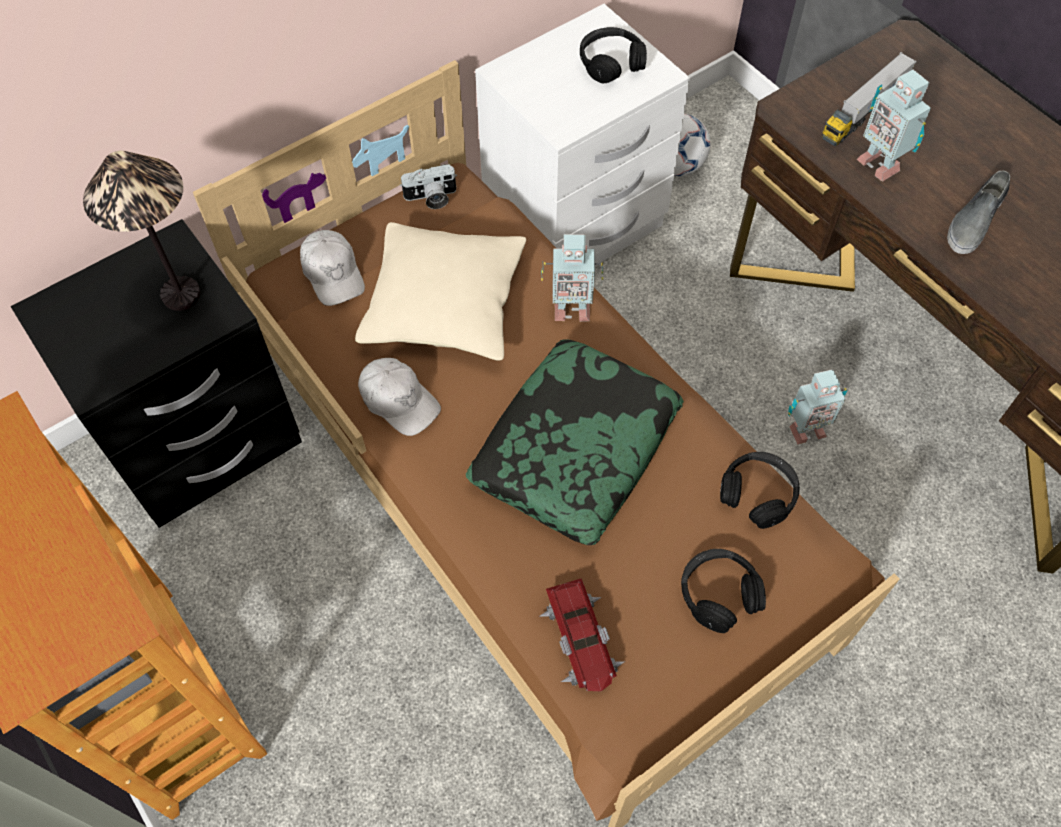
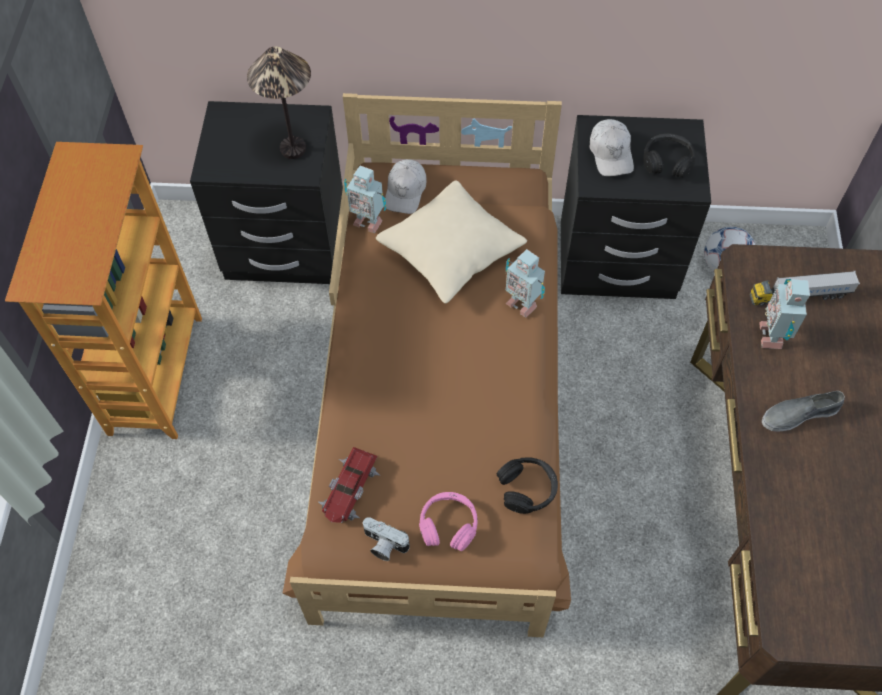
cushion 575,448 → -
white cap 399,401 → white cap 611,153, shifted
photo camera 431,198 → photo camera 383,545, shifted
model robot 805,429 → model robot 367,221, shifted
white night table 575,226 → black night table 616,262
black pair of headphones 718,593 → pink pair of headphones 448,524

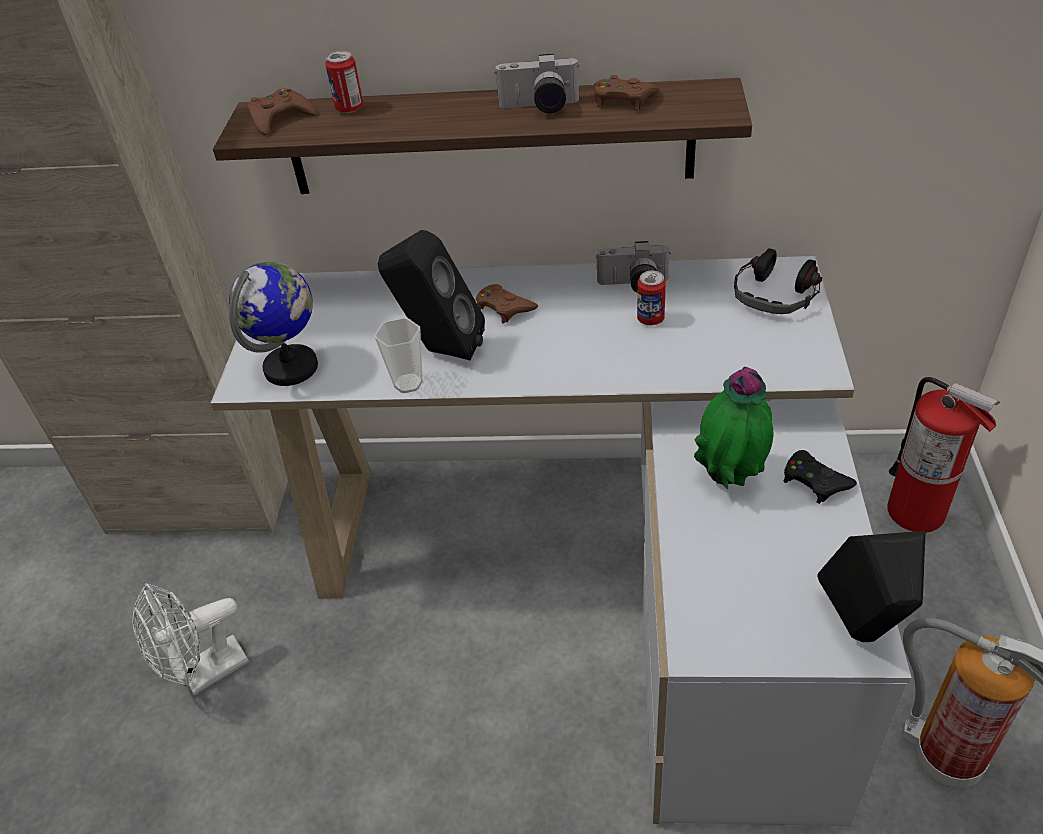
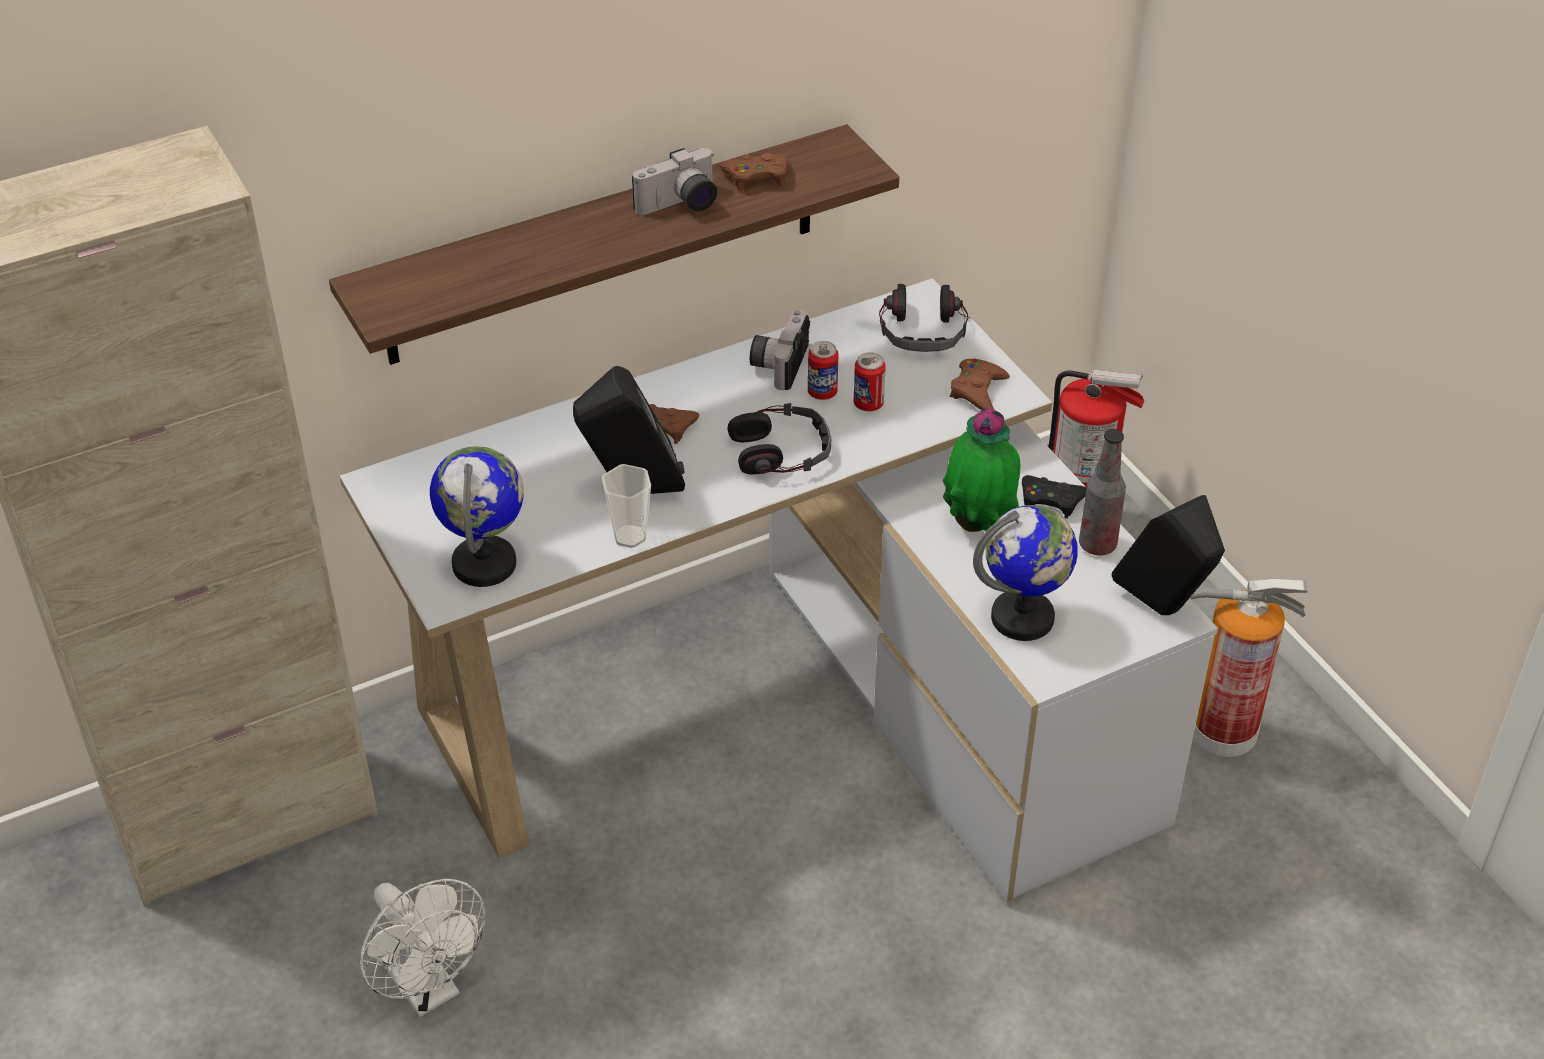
- → pair of headphones 780,451
- → world globe 1023,618
- → bottle 1097,544
brown-coloured joypad 280,118 → brown-coloured joypad 978,390, shifted
metal can 349,108 → metal can 868,404, shifted
white cooling fan 205,674 → white cooling fan 428,989, 60 degrees counterclockwise
photo camera 633,285 → photo camera 778,362, 135 degrees clockwise

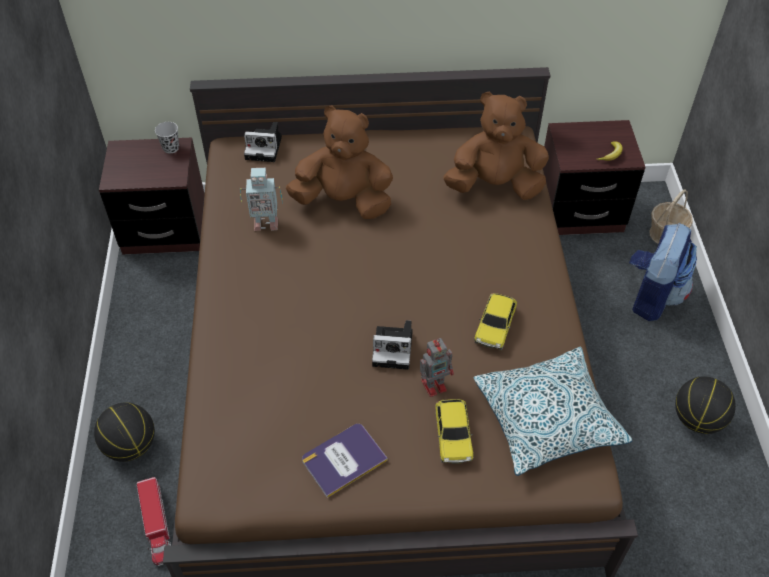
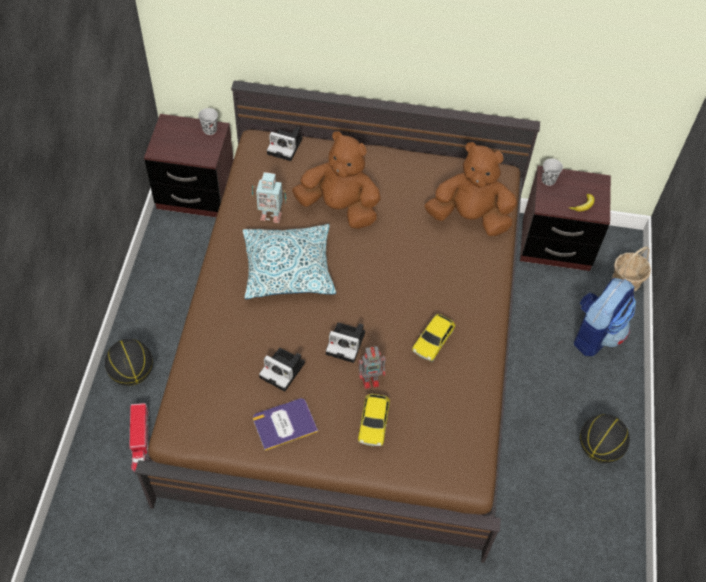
- → photo camera 284,370
- → black cup 548,180
cushion 547,418 → cushion 288,269, shifted

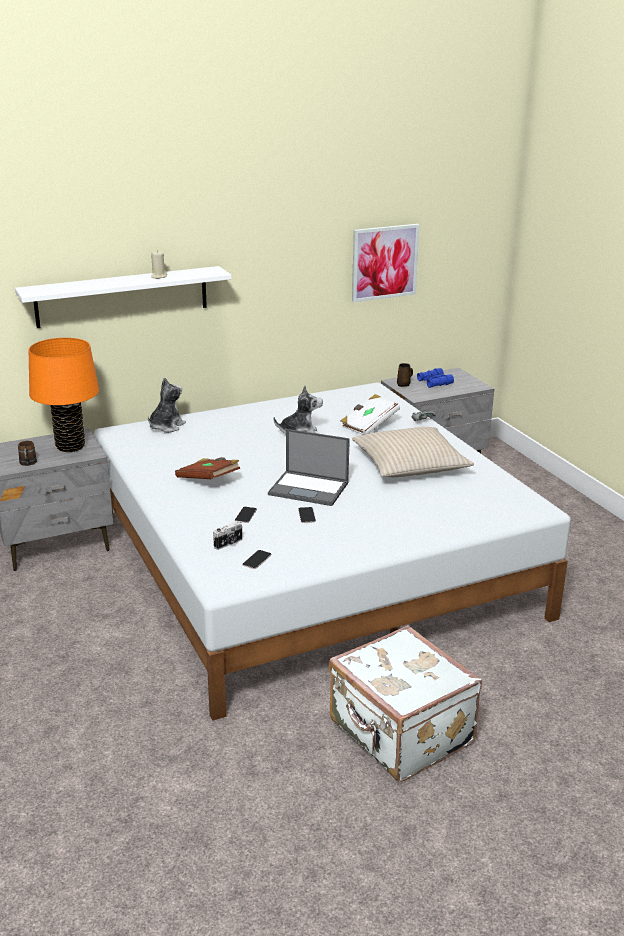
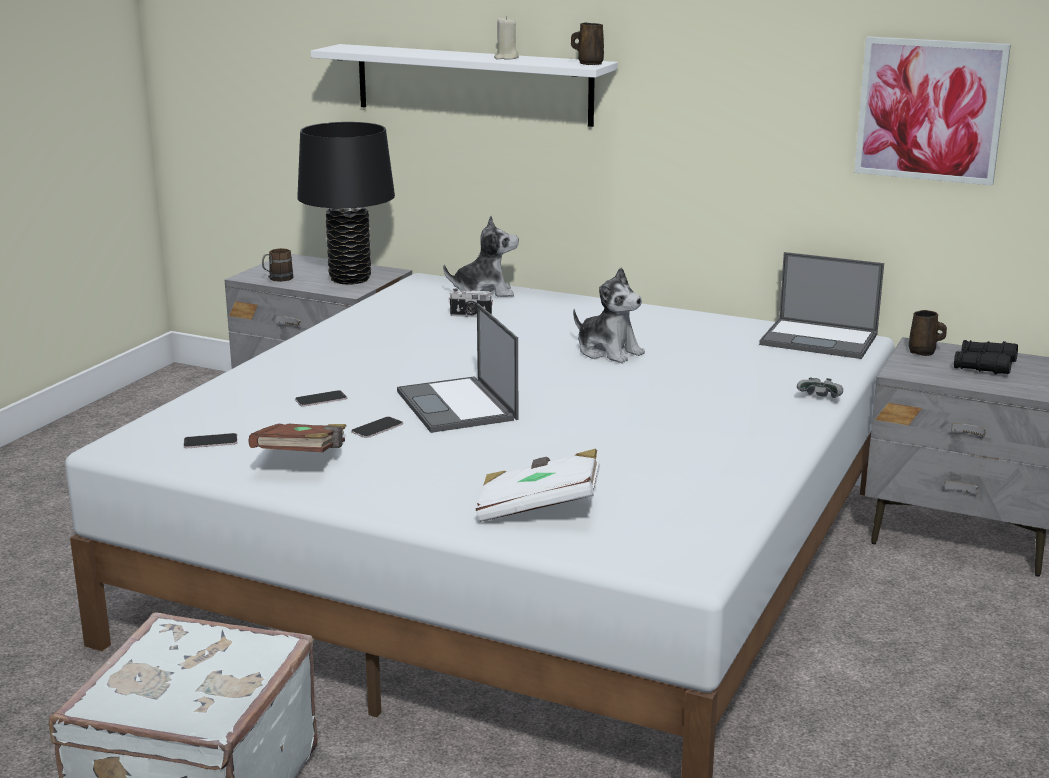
beige-coloured cushion 410,464 → -
- → brown-coloured tea mug 588,63
- → portable computer 820,339
brown-coloured book 208,480 → brown-coloured book 303,459, shifted
photo camera 229,544 → photo camera 470,316, shifted
white book 369,425 → white book 538,509, shifted
orange lamp for a table 70,447 → black lamp for a table 350,279
blue pair of binoculars 434,382 → black pair of binoculars 984,366

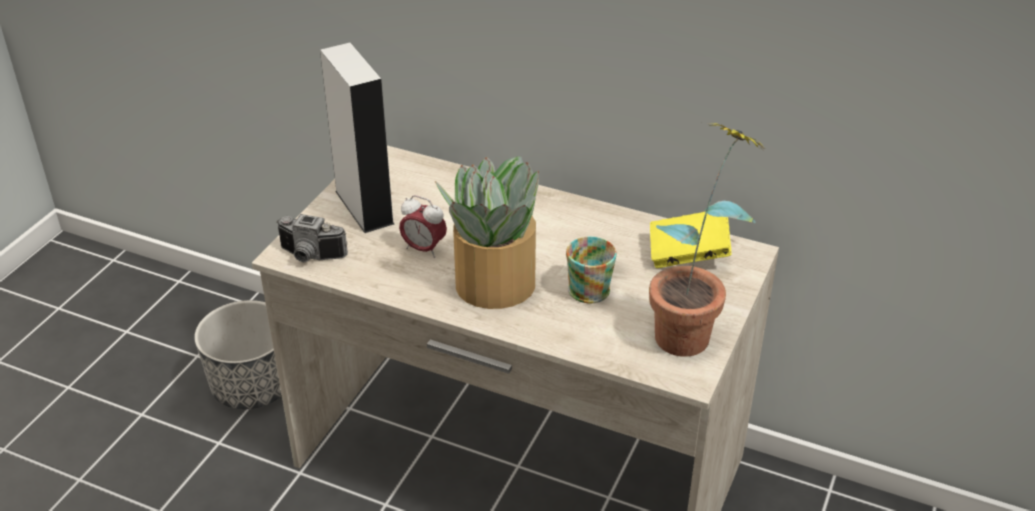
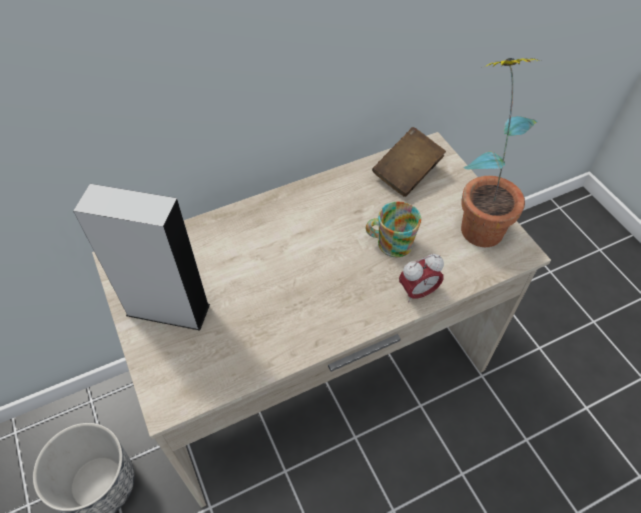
photo camera 309,257 → -
potted plant 493,284 → -
table clock 424,249 → table clock 417,292, shifted
yellowish book 688,255 → brown-coloured book 406,174

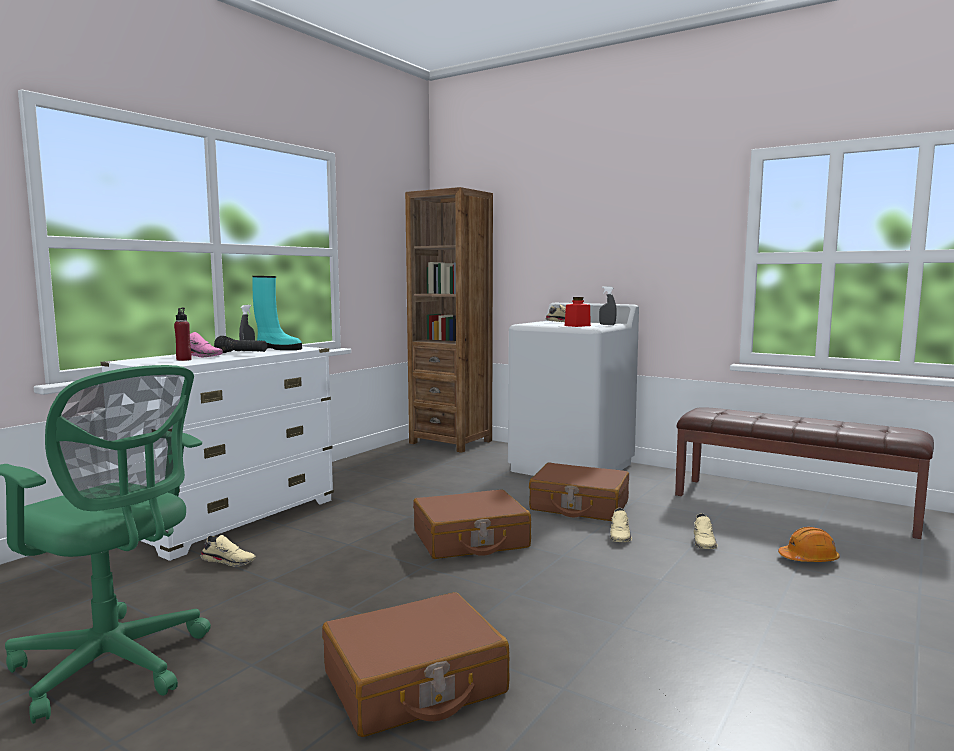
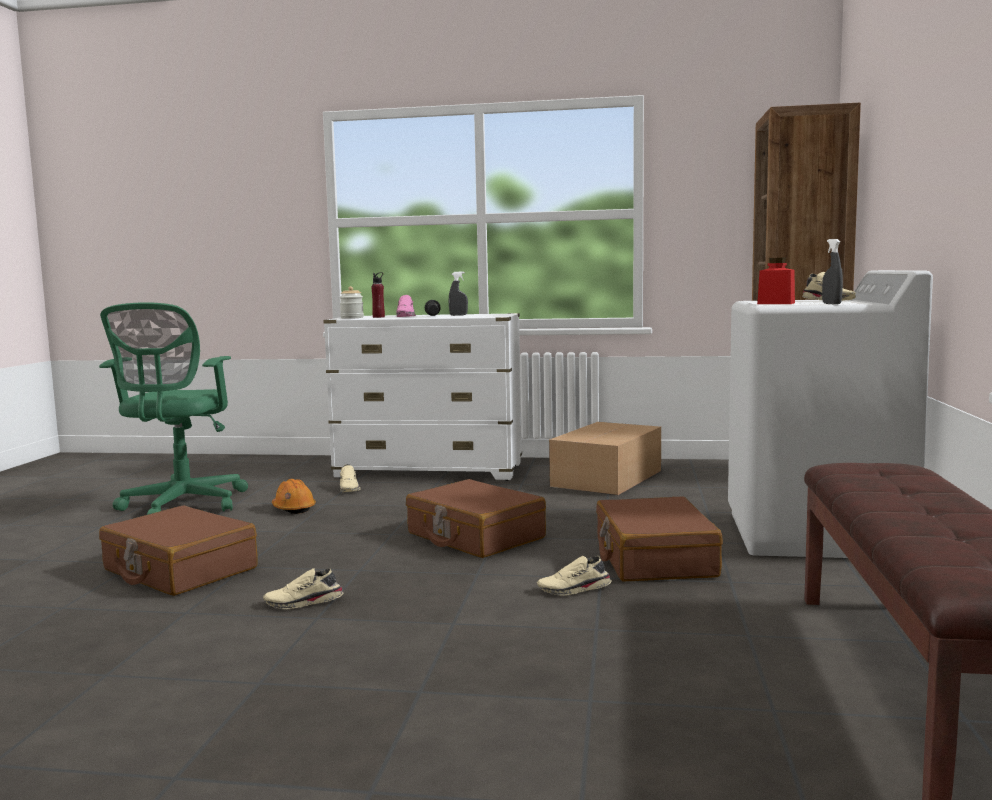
turquoise tall boot 277,349 → -
- → storage jar 352,318
- → cardboard box 608,478
beige-coloured item of footwear 704,542 → beige-coloured item of footwear 303,603, shifted
orange safety helmet 808,559 → orange safety helmet 293,508, shifted

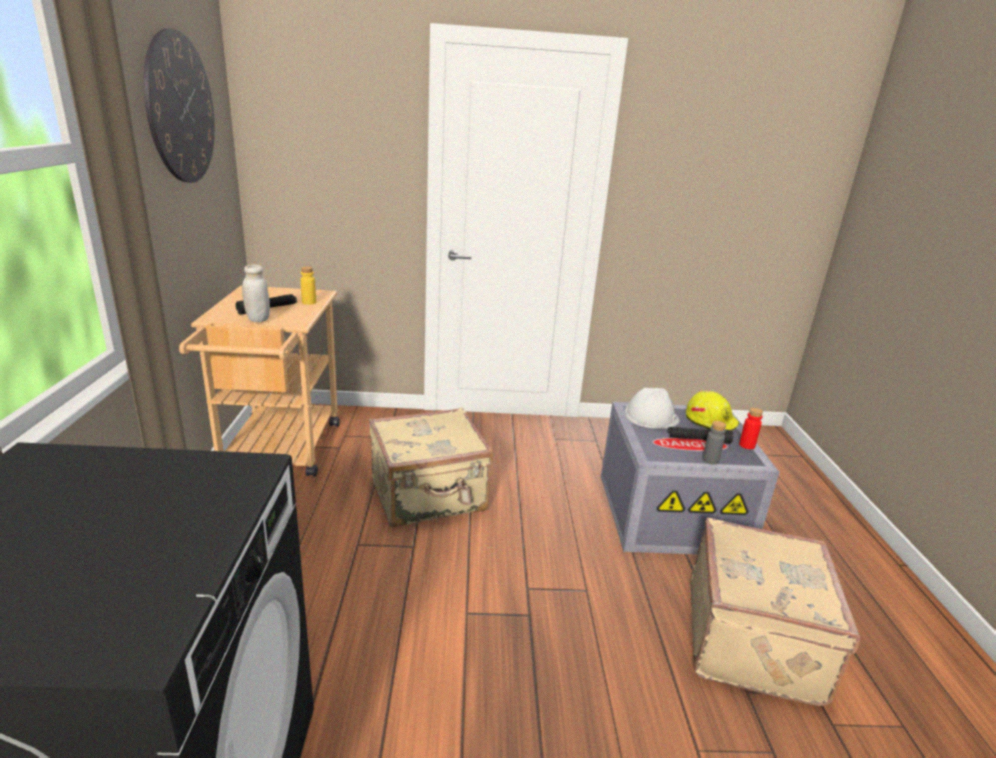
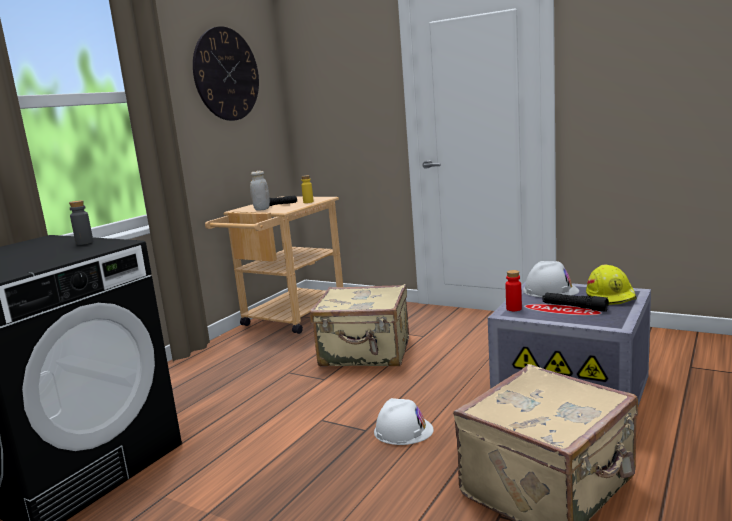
- → white safety helmet 403,430
grey bottle 710,460 → grey bottle 84,243, shifted
red bottle 747,445 → red bottle 513,309, shifted

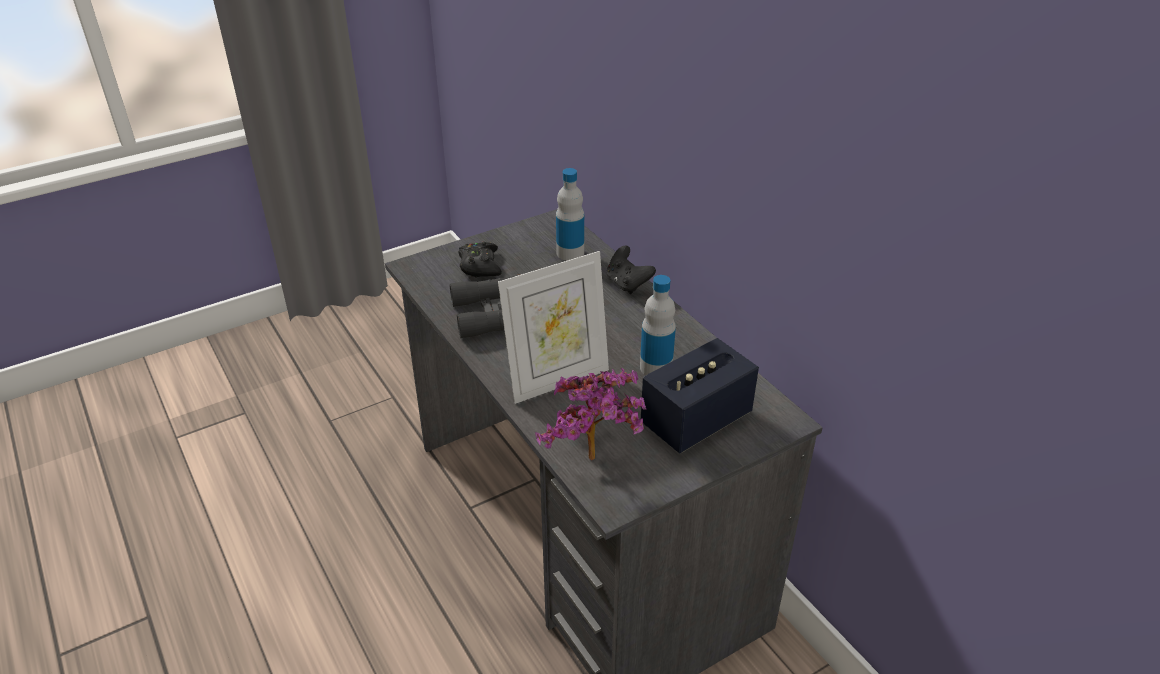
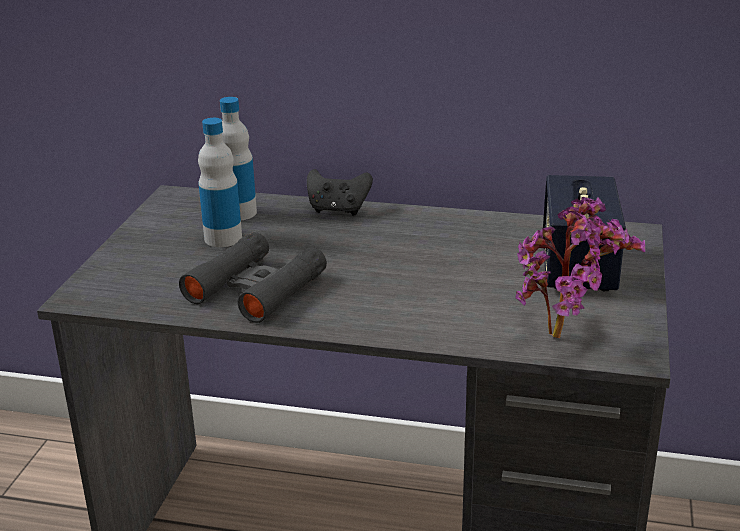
black joypad 480,266 → -
standing frame 557,380 → -
bottle 656,367 → bottle 223,238, shifted

